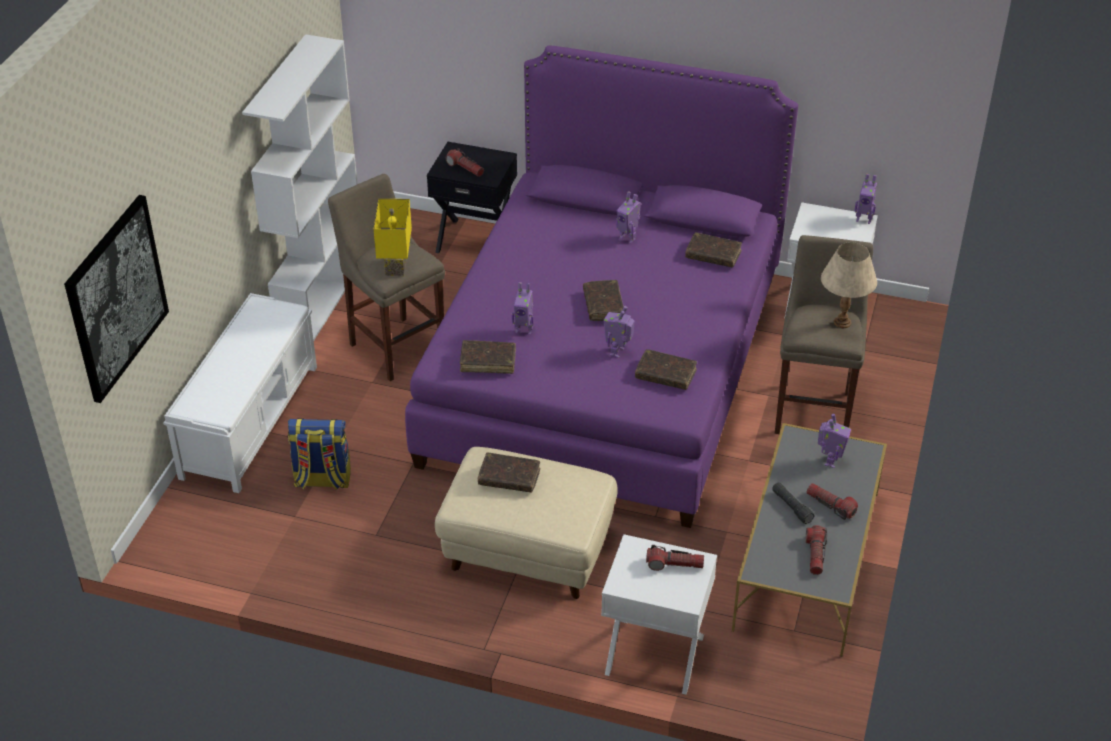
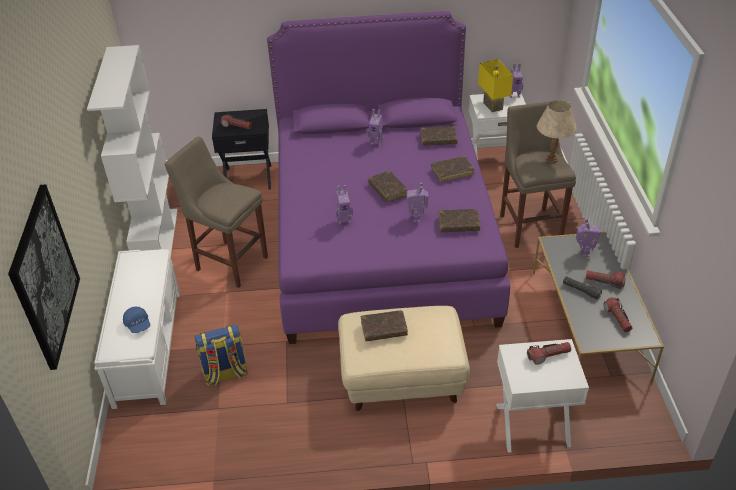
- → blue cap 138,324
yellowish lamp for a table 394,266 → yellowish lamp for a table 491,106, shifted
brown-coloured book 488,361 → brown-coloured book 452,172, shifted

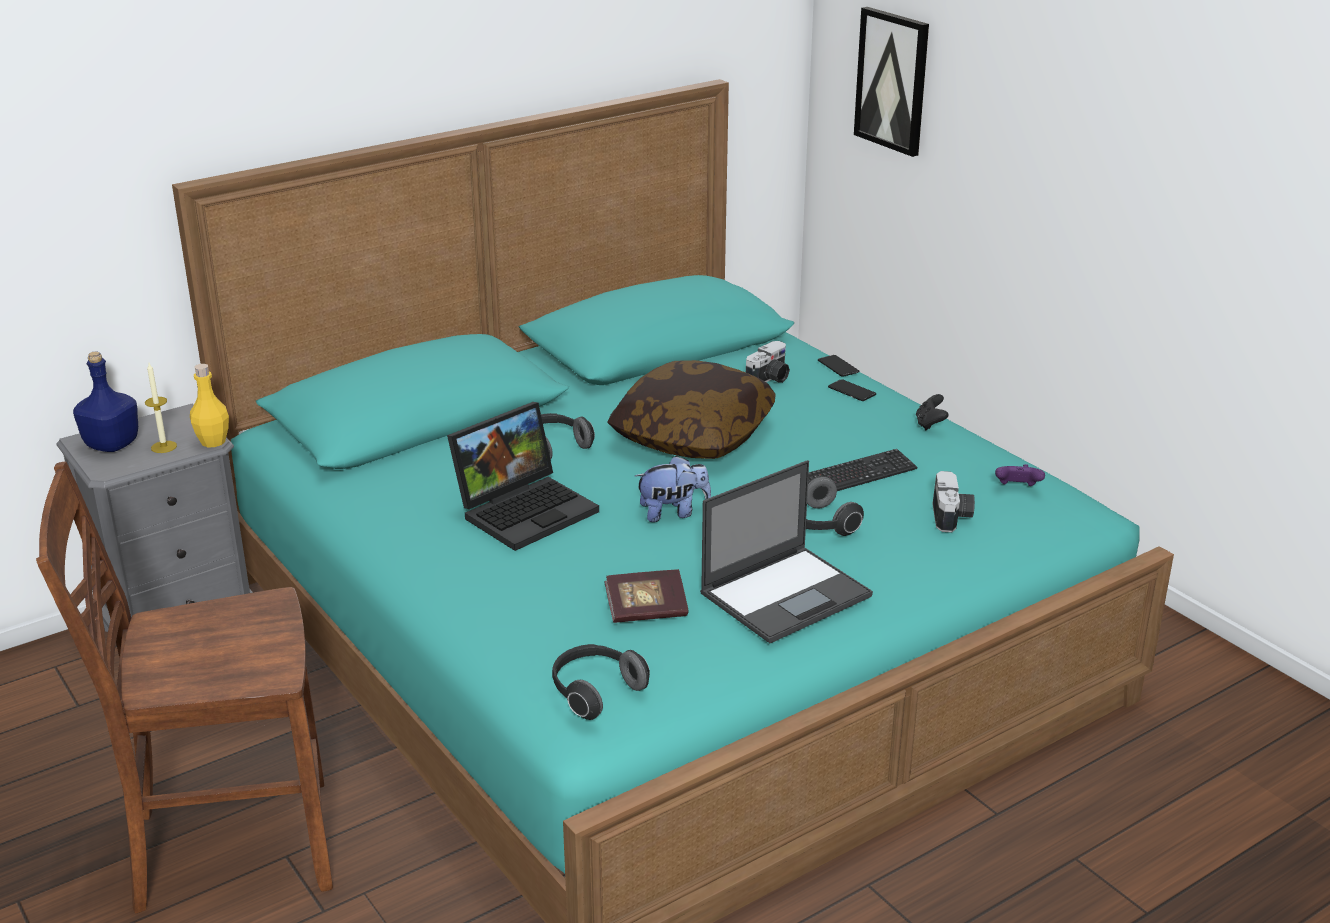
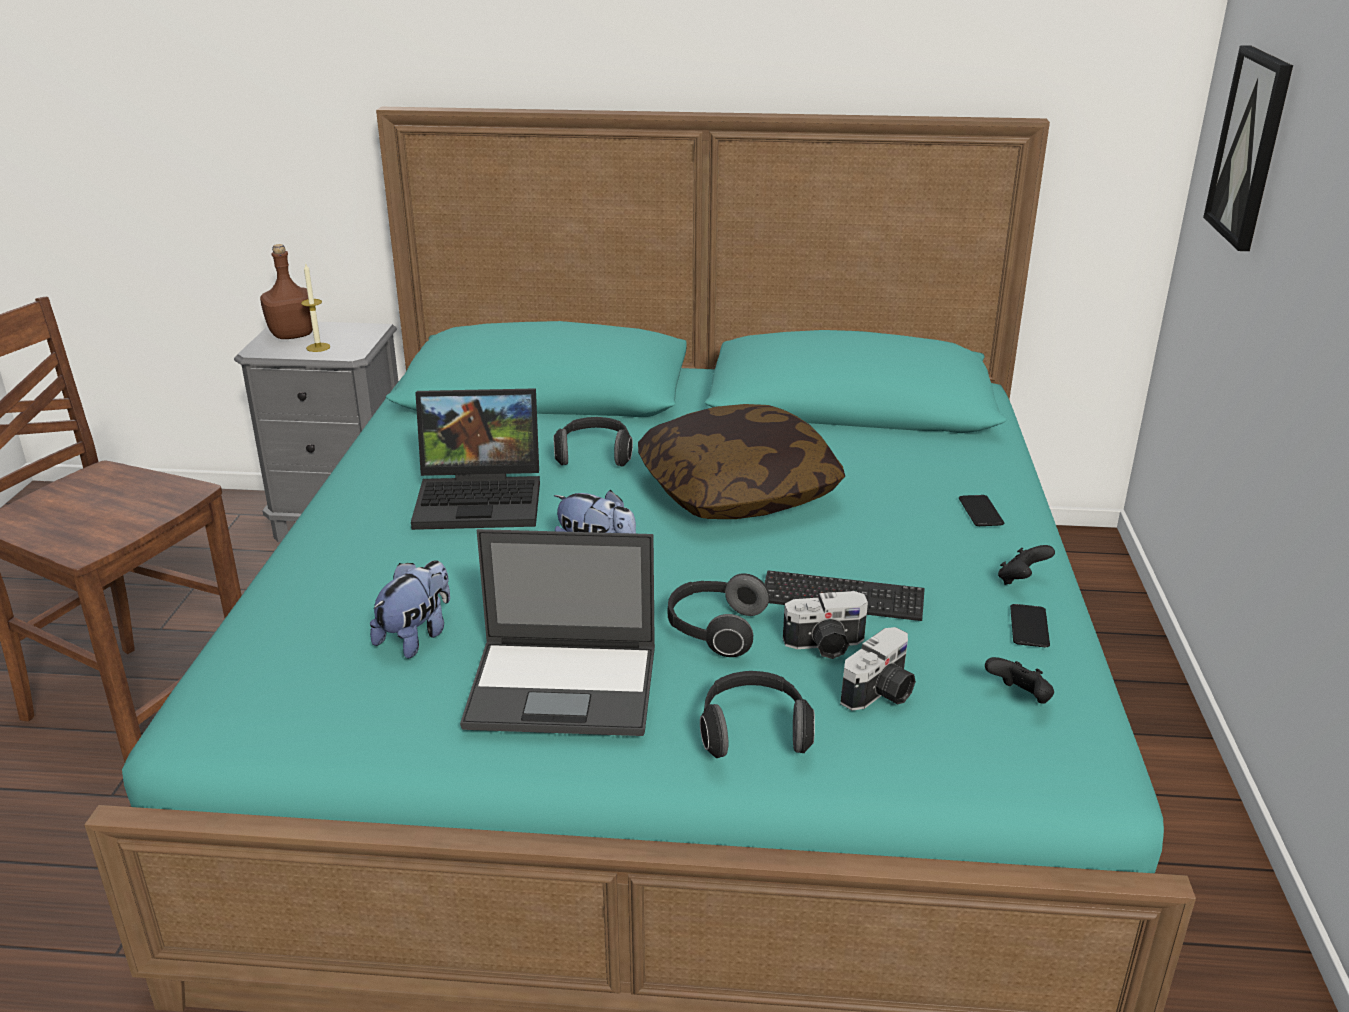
yellowish bottle 213,442 → -
pair of headphones 595,692 → pair of headphones 753,731, shifted
photo camera 770,379 → photo camera 825,646, shifted
handset 838,366 → handset 1029,627, shifted
book 646,610 → plush toy 416,636
blue bottle 113,444 → brown-coloured bottle 293,334
purplish joypad 1017,488 → black joypad 1020,698

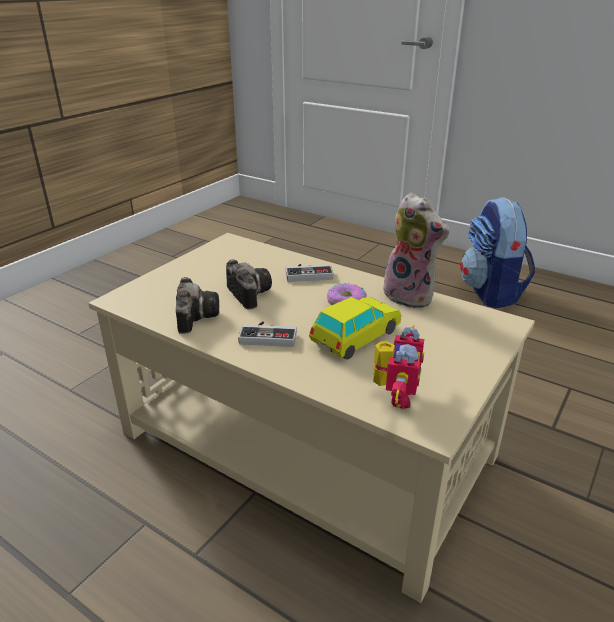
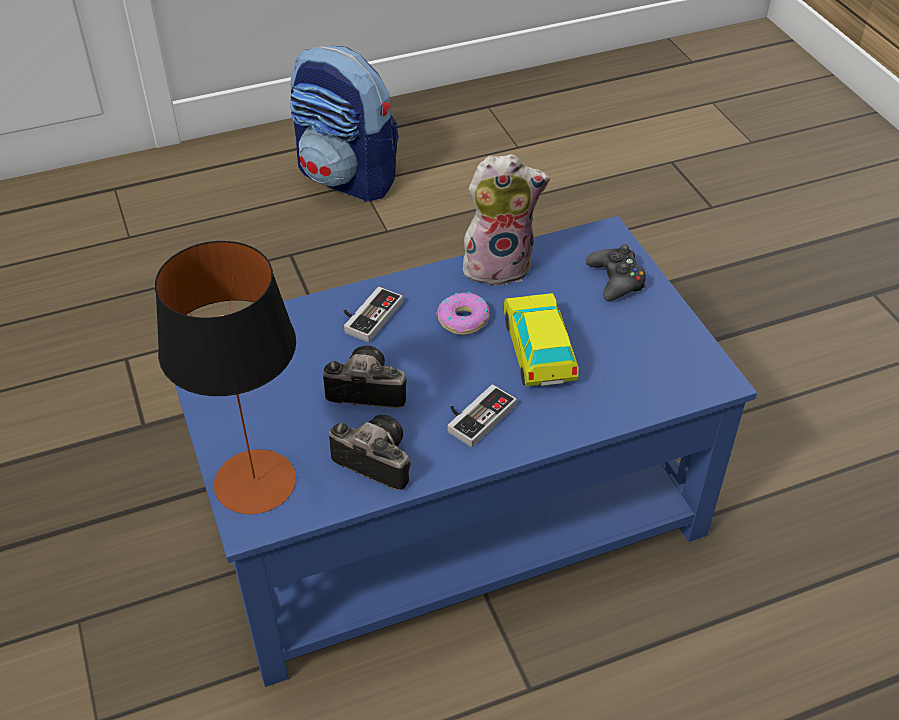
model robot 394,395 → -
- → lamp for a table 255,482
- → black joypad 616,280
beige-coloured low table 304,443 → blue low table 447,507

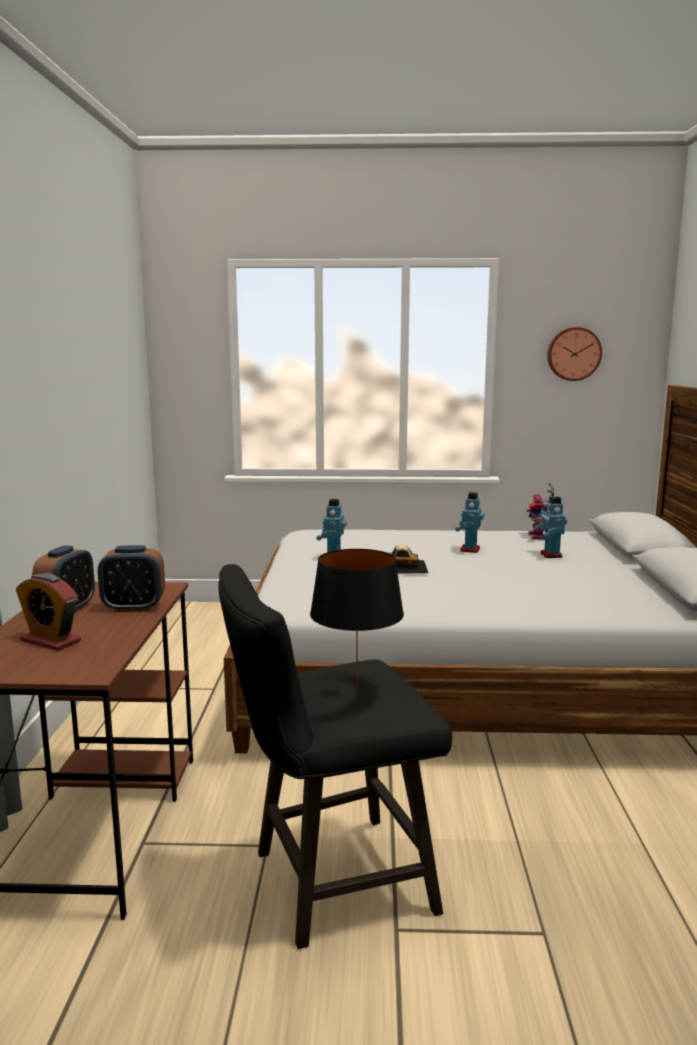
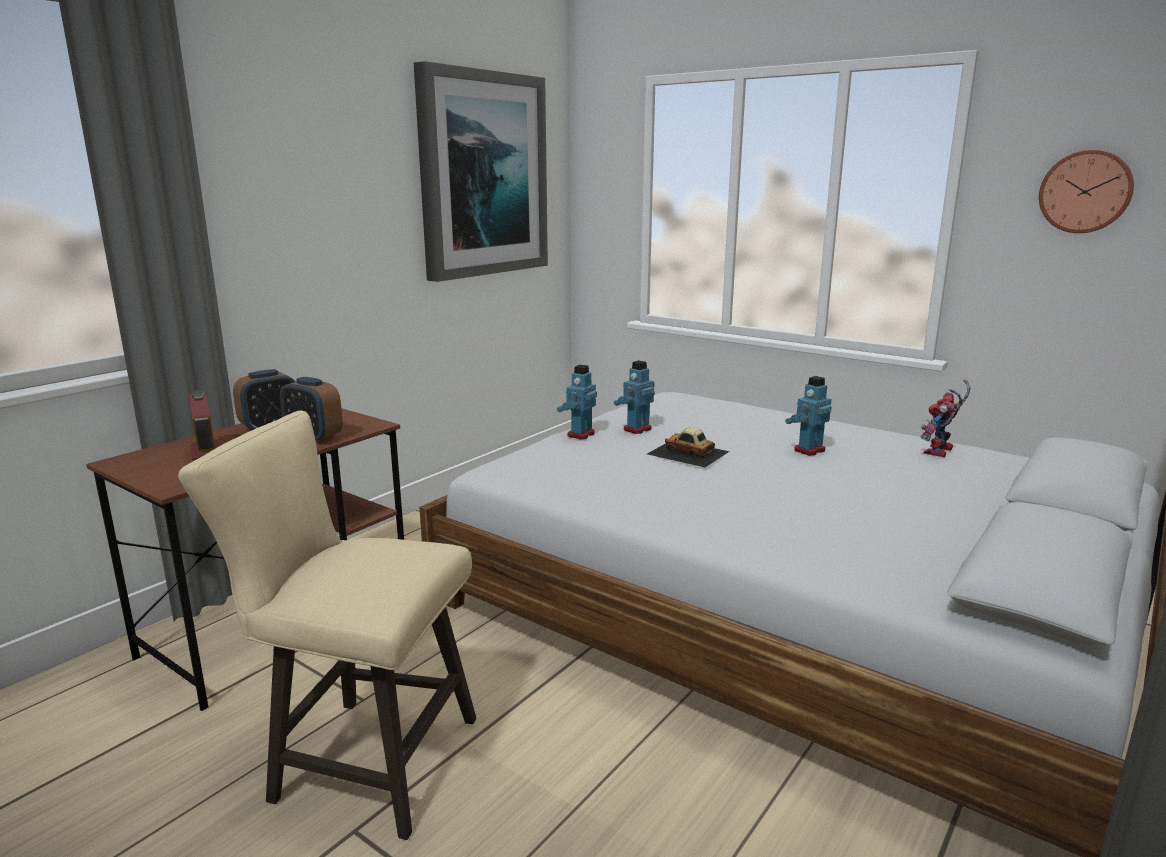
black lamp for a table 357,691 → -
- → picture 482,175
model robot 550,555 → model robot 580,434, shifted
black sitting stool 329,883 → beige-coloured sitting stool 362,758

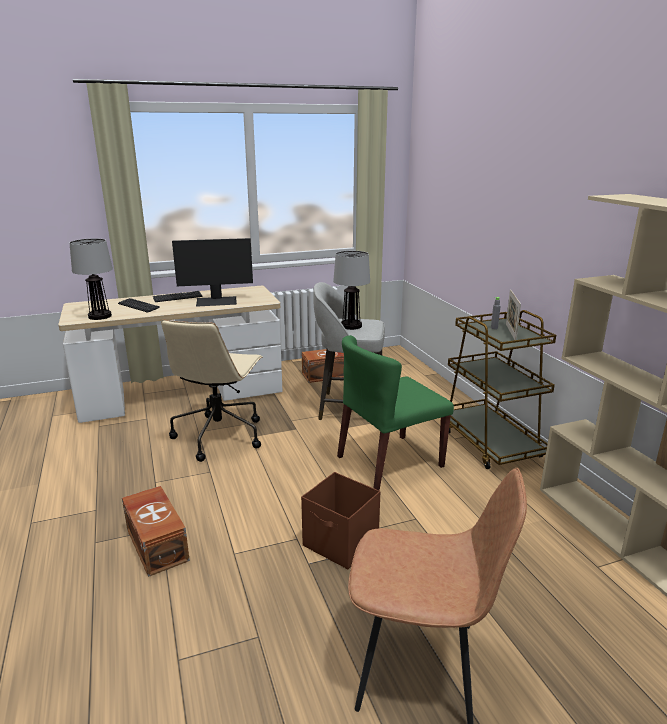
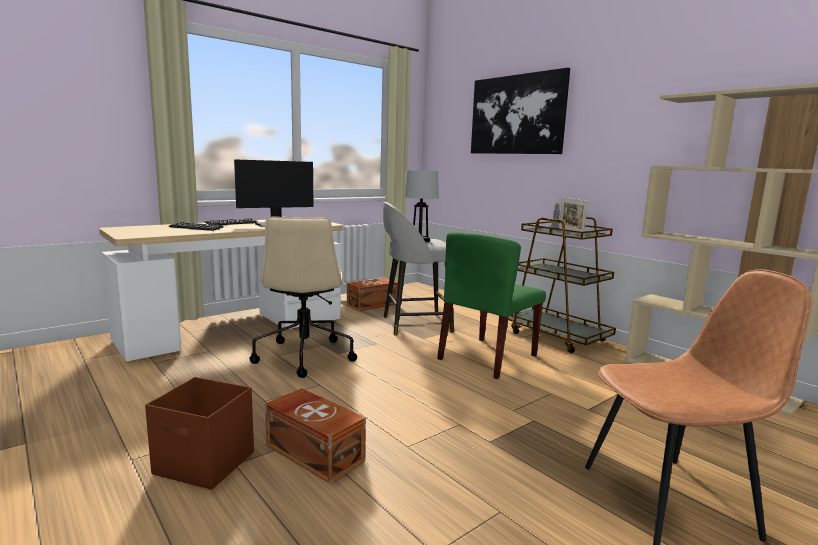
lamp for a table 100,316 → -
- → picture 517,115
brown-coloured storage container 341,544 → brown-coloured storage container 205,464, shifted

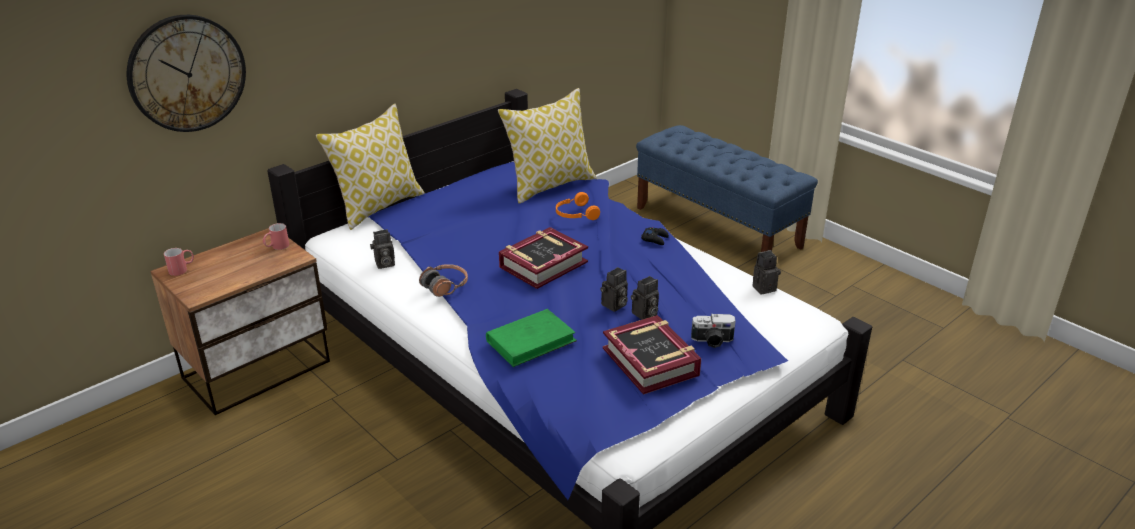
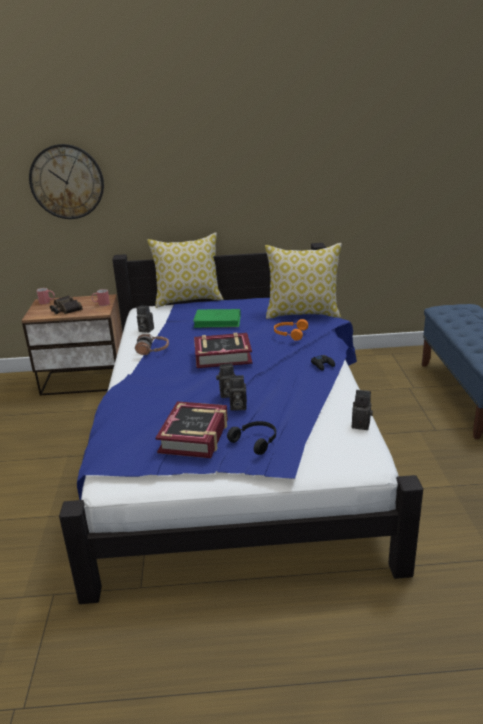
- → pair of binoculars 65,309
green book 531,341 → green book 218,321, shifted
photo camera 712,341 → black pair of headphones 256,441

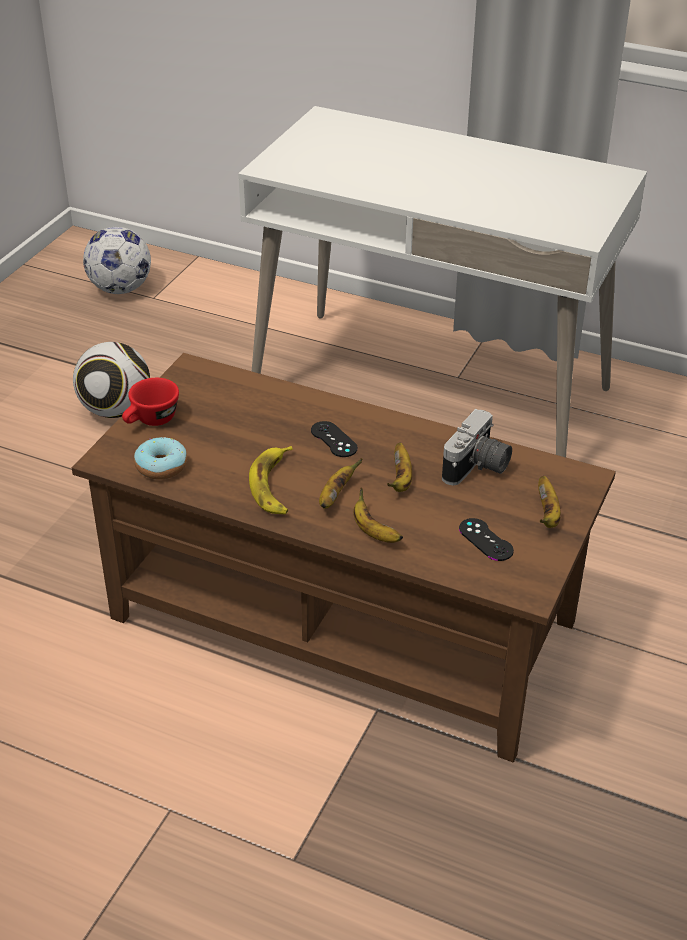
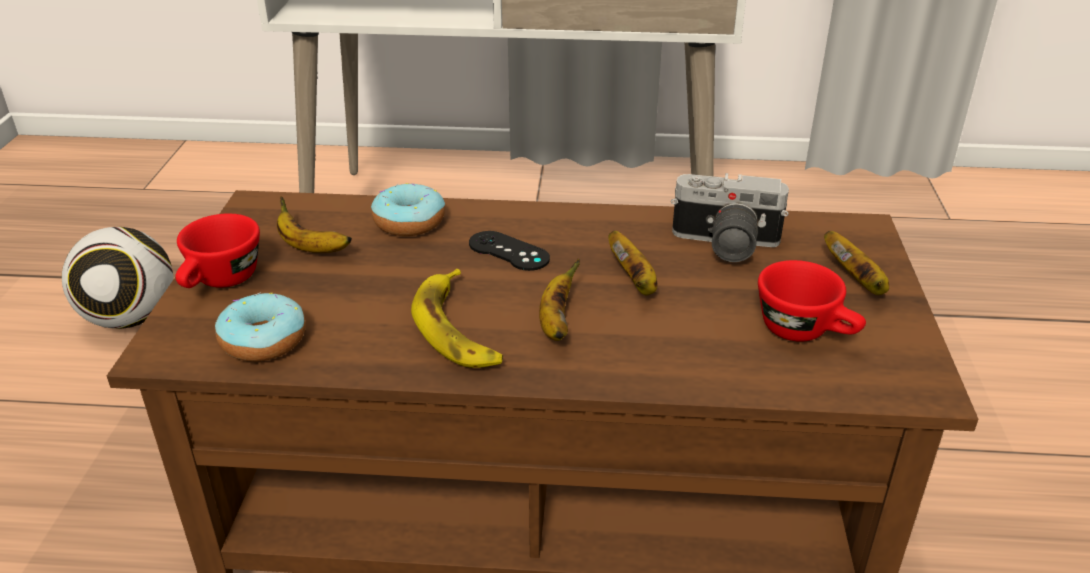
football ball 120,289 → -
- → doughnut 409,222
banana 373,532 → banana 310,248, shifted
black joypad 485,540 → red cup 806,331
photo camera 477,468 → photo camera 724,246, 90 degrees clockwise

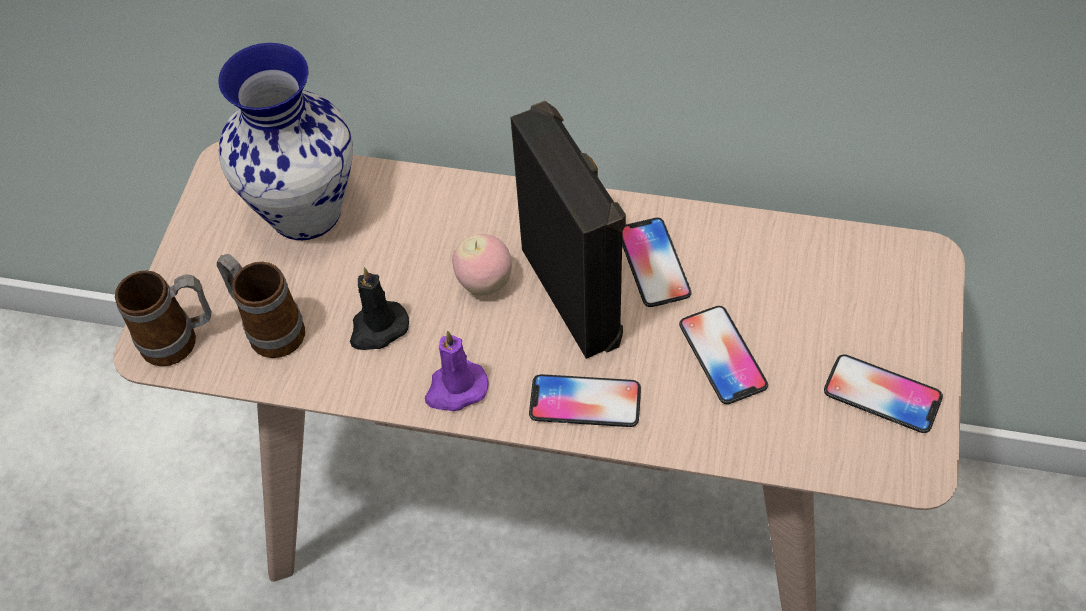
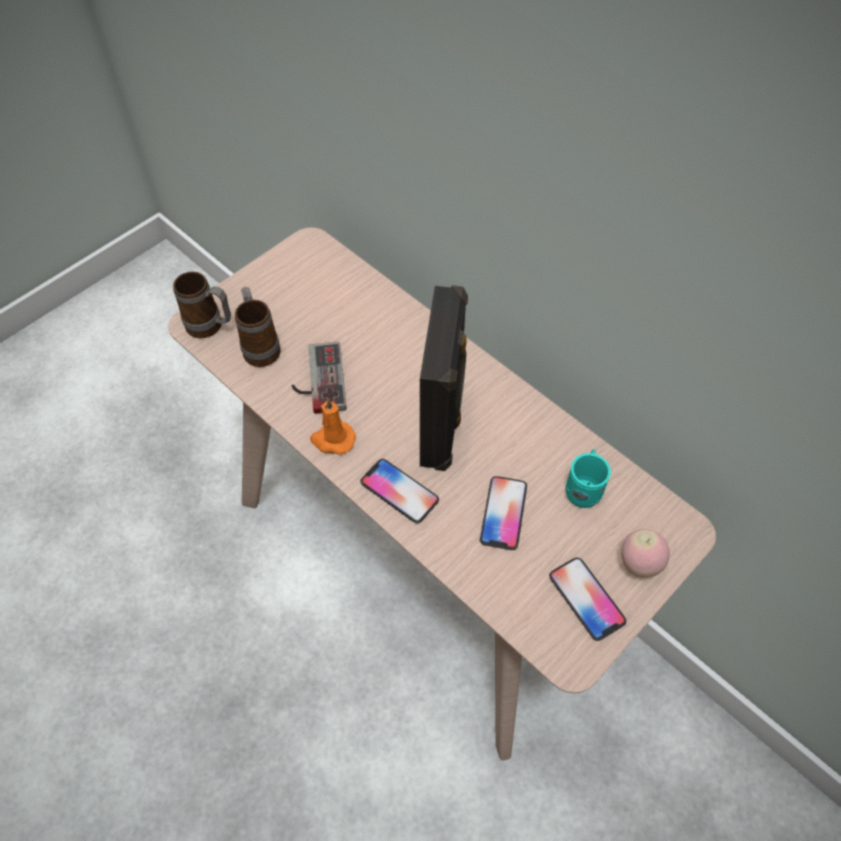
vase 304,213 → -
handset 653,263 → -
- → turquoise tea mug 583,489
apple 484,282 → apple 639,564, shifted
black wax light 377,328 → joypad 317,380
purplish wax light 455,389 → orange wax light 332,439

